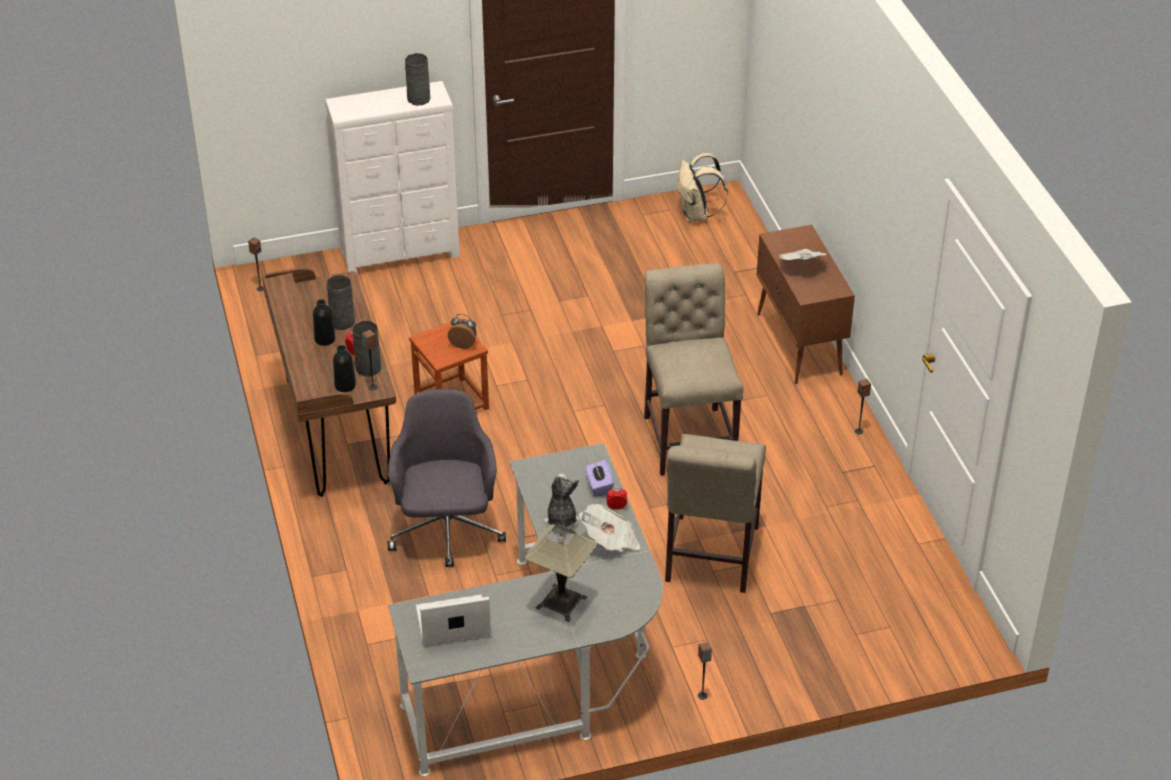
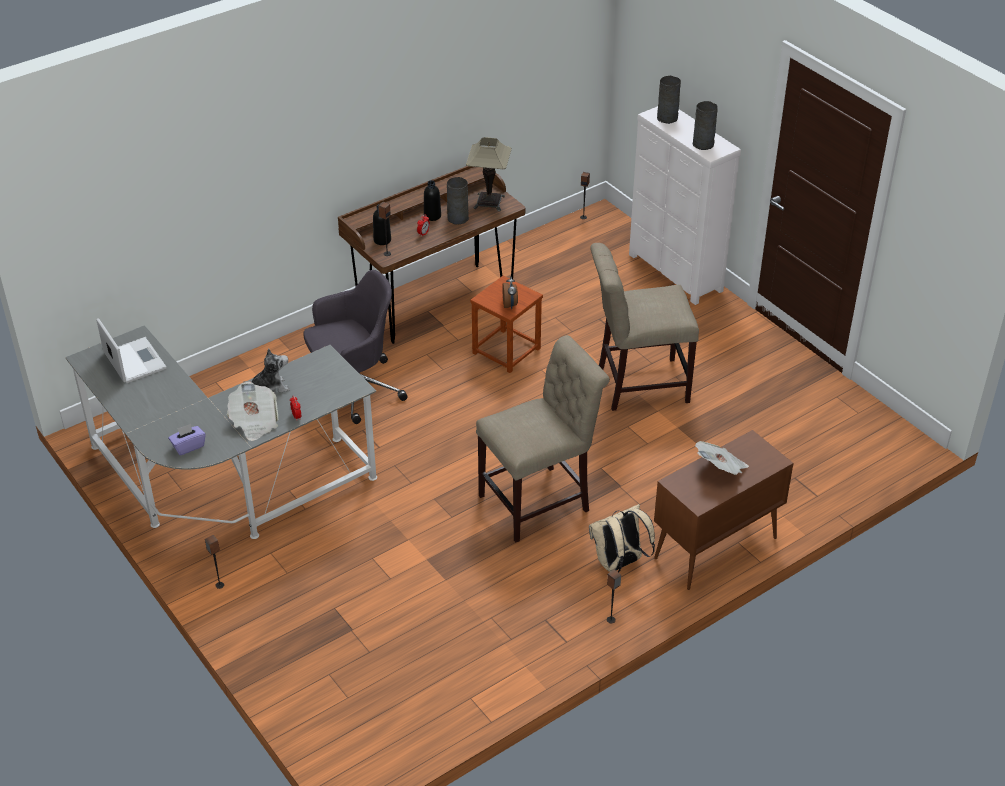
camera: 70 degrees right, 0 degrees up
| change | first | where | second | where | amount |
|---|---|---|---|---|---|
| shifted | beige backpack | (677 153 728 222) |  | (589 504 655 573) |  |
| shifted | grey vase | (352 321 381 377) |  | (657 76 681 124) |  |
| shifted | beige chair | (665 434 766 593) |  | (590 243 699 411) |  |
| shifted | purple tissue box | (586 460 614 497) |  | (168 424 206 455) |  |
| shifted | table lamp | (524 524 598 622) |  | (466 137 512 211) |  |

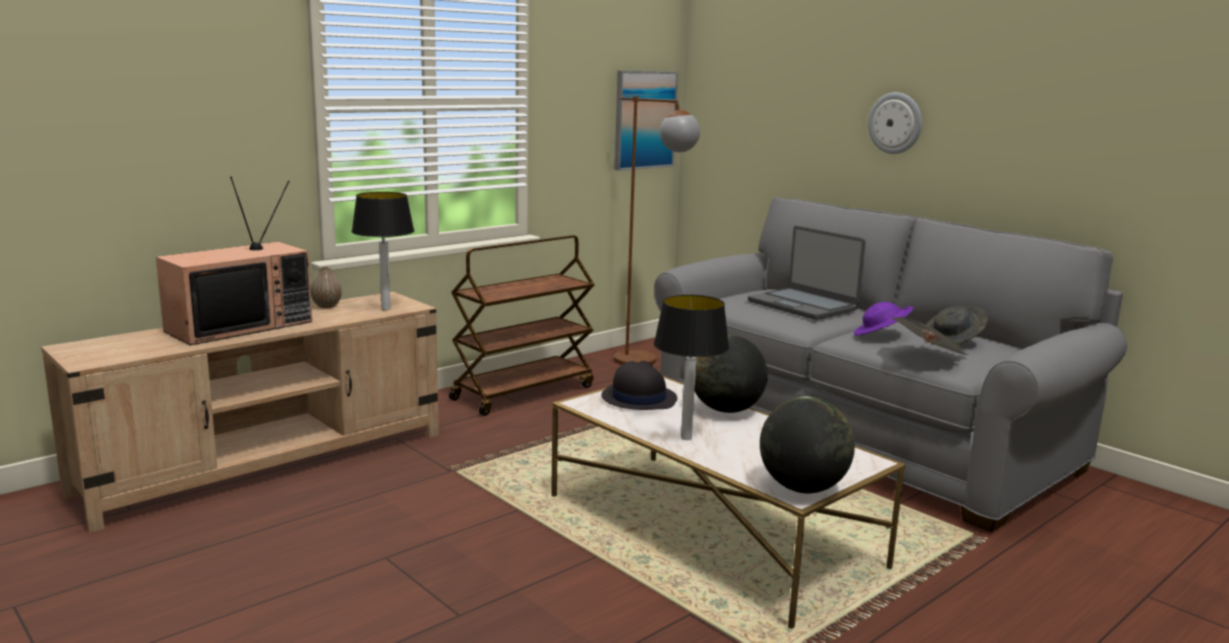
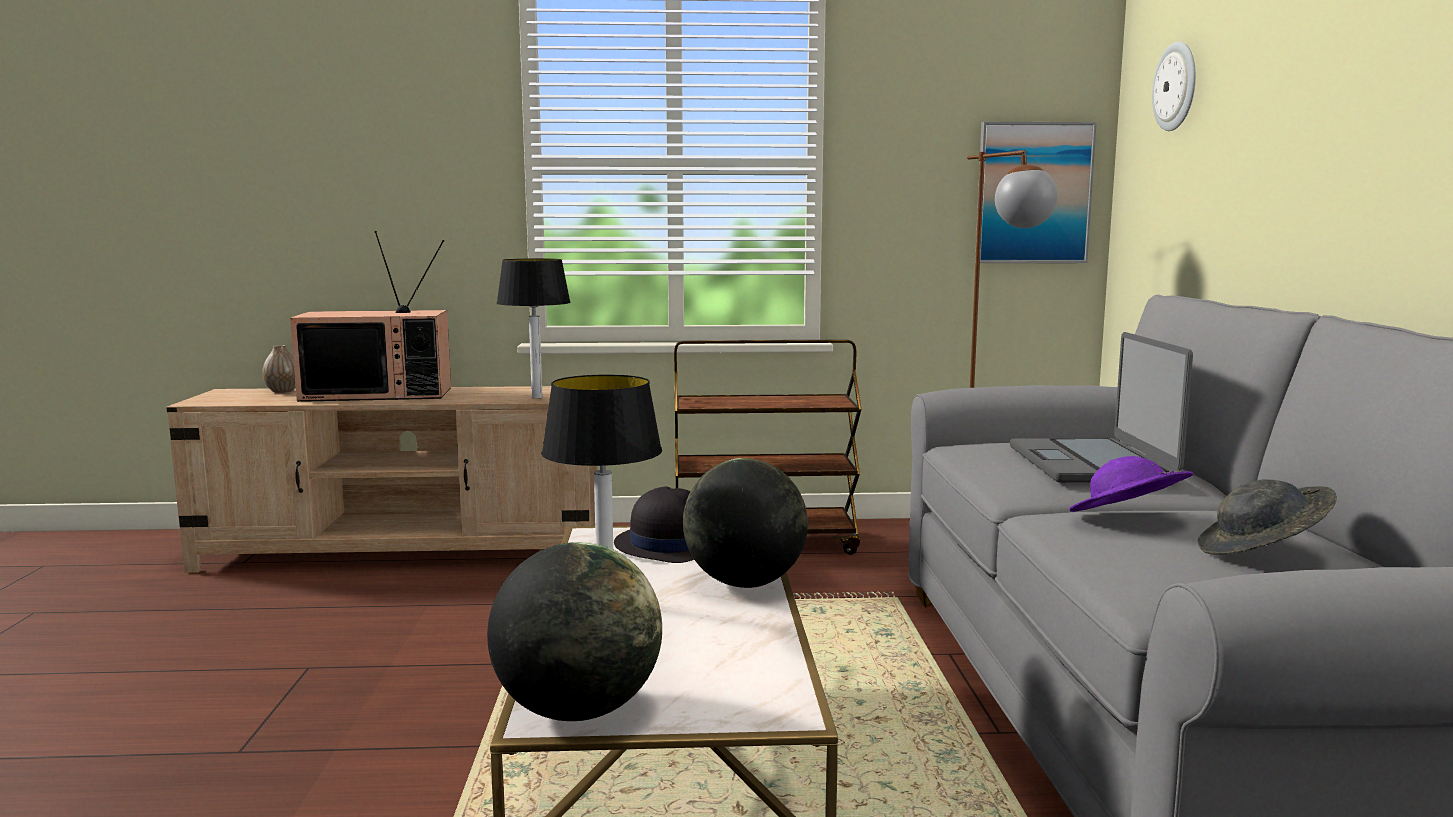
camera: 40 degrees right, 5 degrees down
| change | first | where | second | where | amount |
|---|---|---|---|---|---|
| shifted | wall clock | (868 92 922 154) |  | (1152 42 1196 131) |  |
| shifted | vase | (310 267 342 308) |  | (263 345 296 393) |  |
| gone | newspaper | (892 317 968 355) |  |  |  |

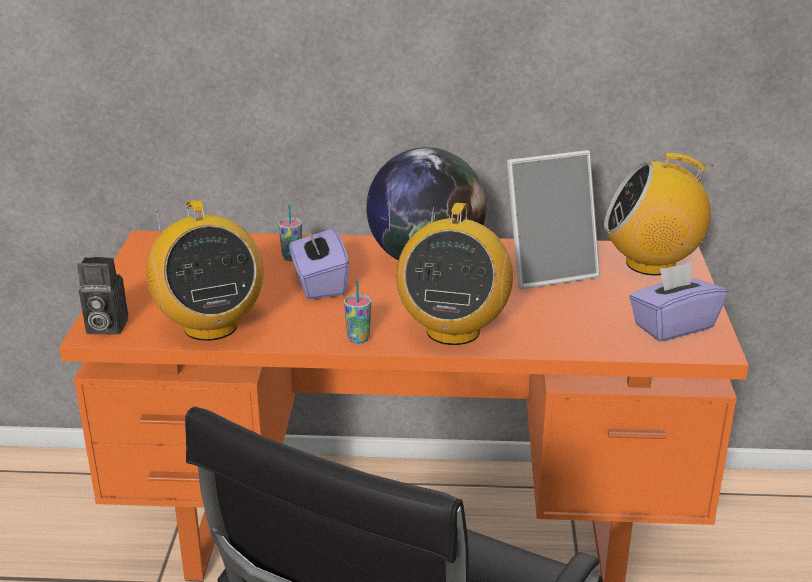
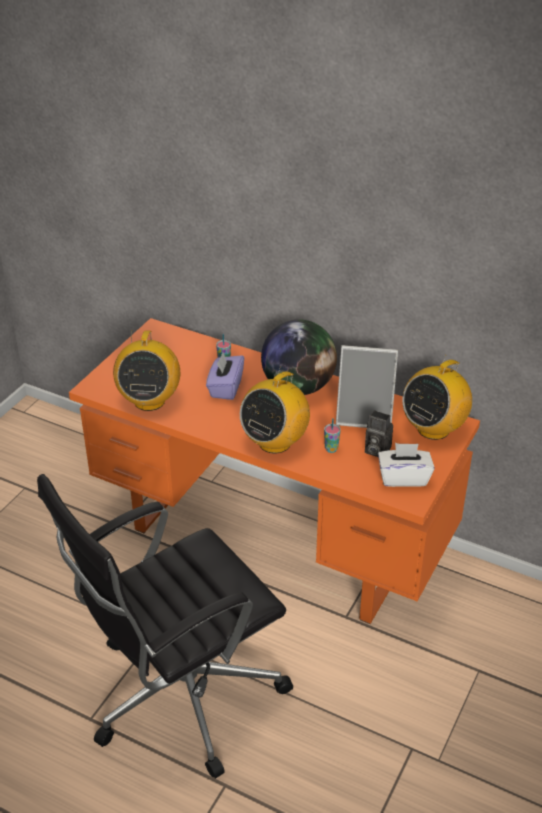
camera: 25 degrees right, 10 degrees up
| change | first | where | second | where | amount |
|---|---|---|---|---|---|
| rotated | radio | (604 153 713 276) |  | (402 356 472 440) | 75 degrees counterclockwise |
| shifted | photo camera | (77 257 128 335) |  | (365 410 393 457) |  |
| repainted | purple tissue box | (629 262 728 342) | white tissue box | (378 443 434 487) |  |
| shifted | cup | (344 280 371 344) |  | (324 418 341 453) |  |

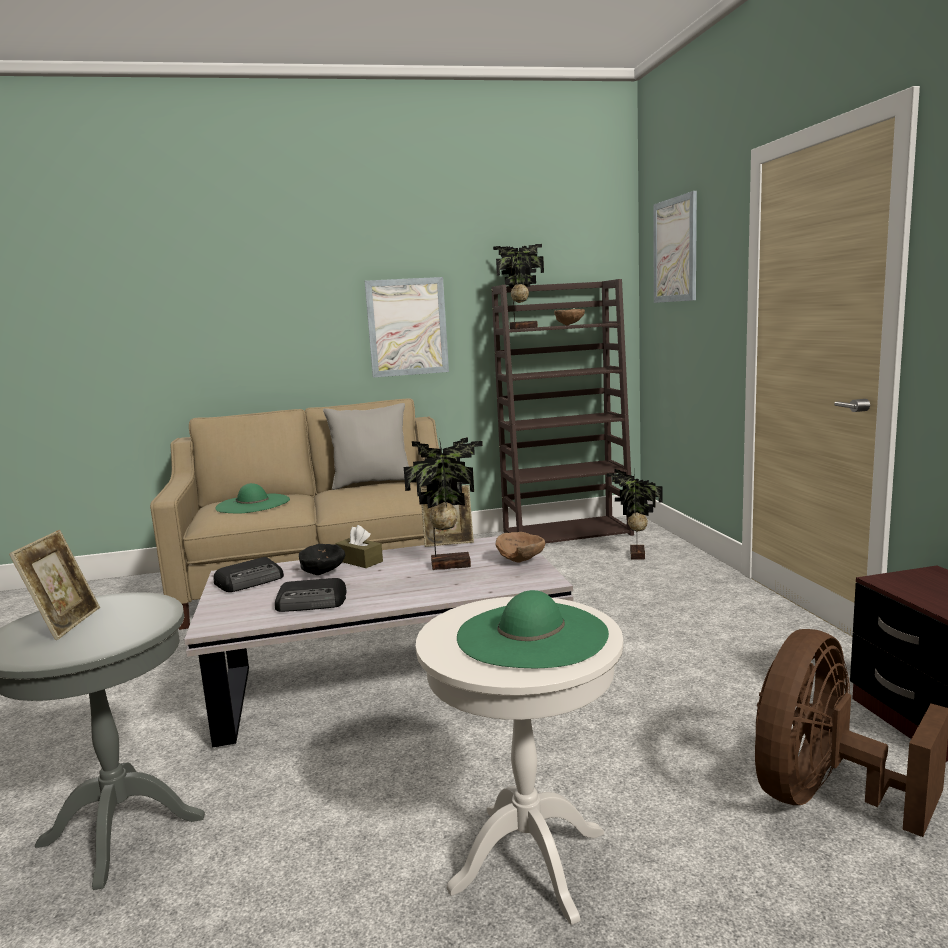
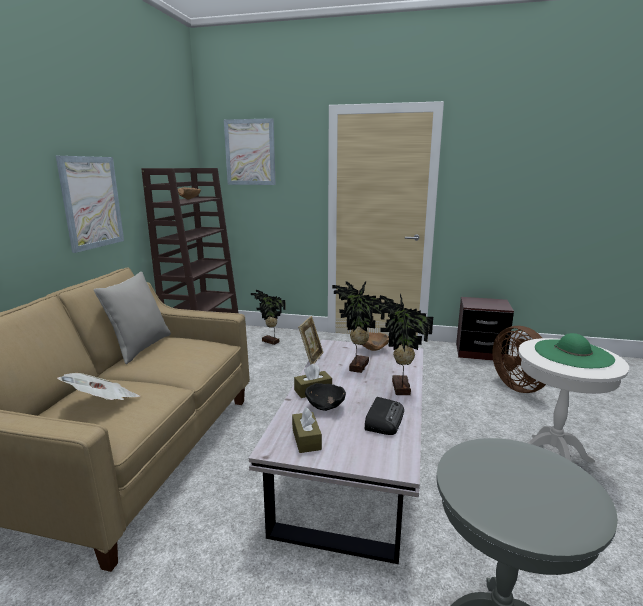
camera: 65 degrees left, 5 degrees up
| change | first | where | second | where | amount |
|---|---|---|---|---|---|
| shifted | potted plant | (493 244 544 329) |  | (373 294 433 395) |  |
| swapped | green hat | (215 483 290 514) | newspaper | (57 373 141 400) |  |
| gone | picture frame | (9 530 100 640) |  |  |  |
| swapped | radio | (214 557 284 592) | brown tissue box | (292 407 322 453) |  |

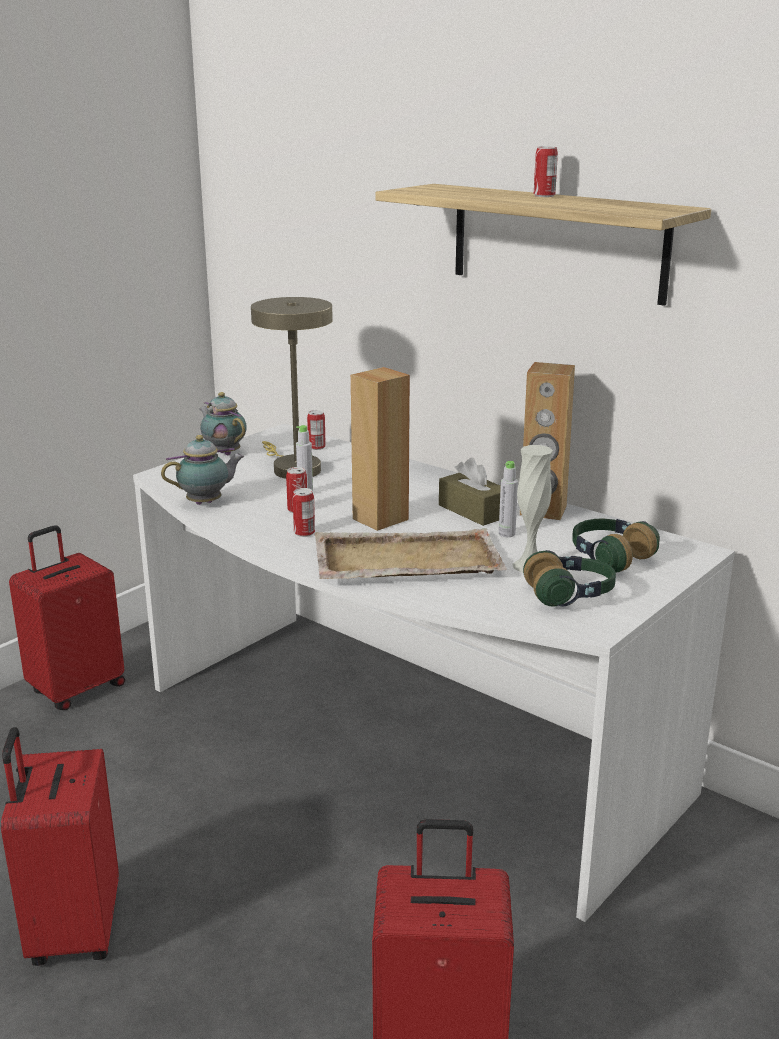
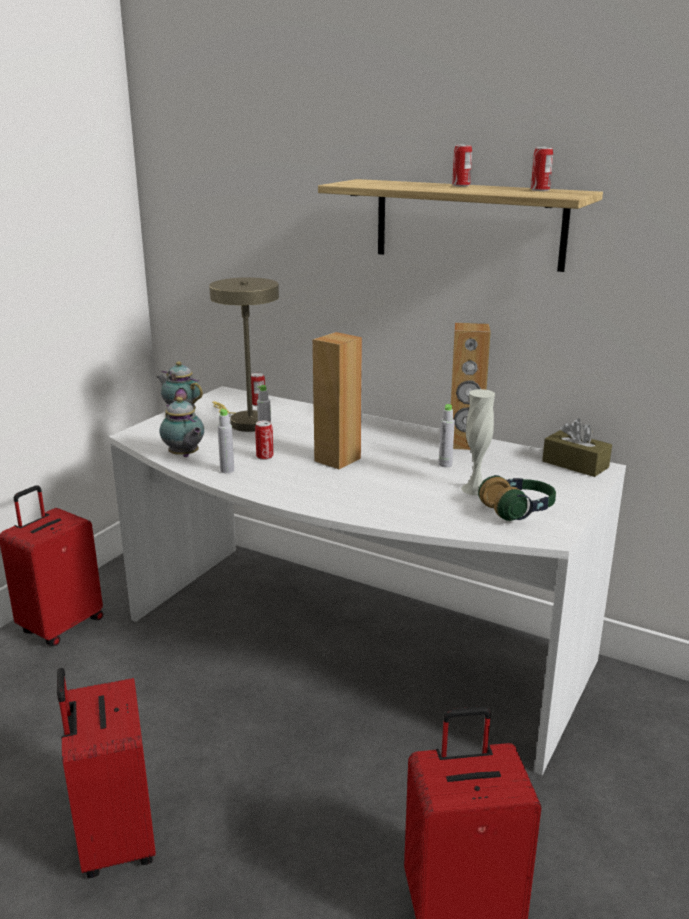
camera: 10 degrees left, 0 degrees up
| change | first | where | second | where | amount |
|---|---|---|---|---|---|
| rotated | teapot | (161 435 244 505) |  | (160 397 204 457) | 90 degrees clockwise |
| shifted | brown tissue box | (439 457 501 526) |  | (542 419 612 477) |  |
| shifted | can | (293 488 315 537) |  | (531 146 553 191) |  |
| gone | headphones | (572 518 660 573) |  |  |  |
| gone | beige tray | (315 528 507 579) |  |  |  |
| new |  |  | grey bottle | (217 408 234 473) |  |

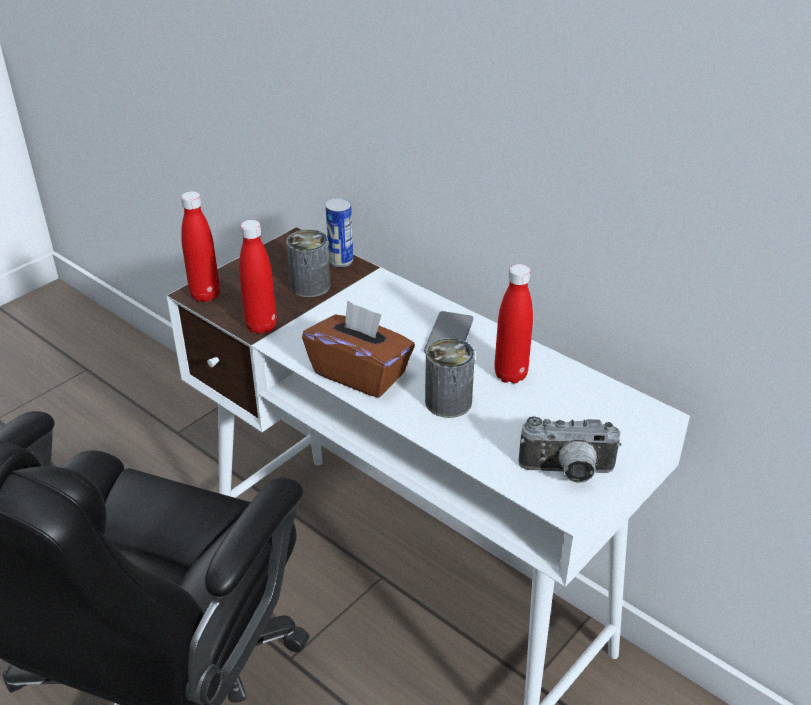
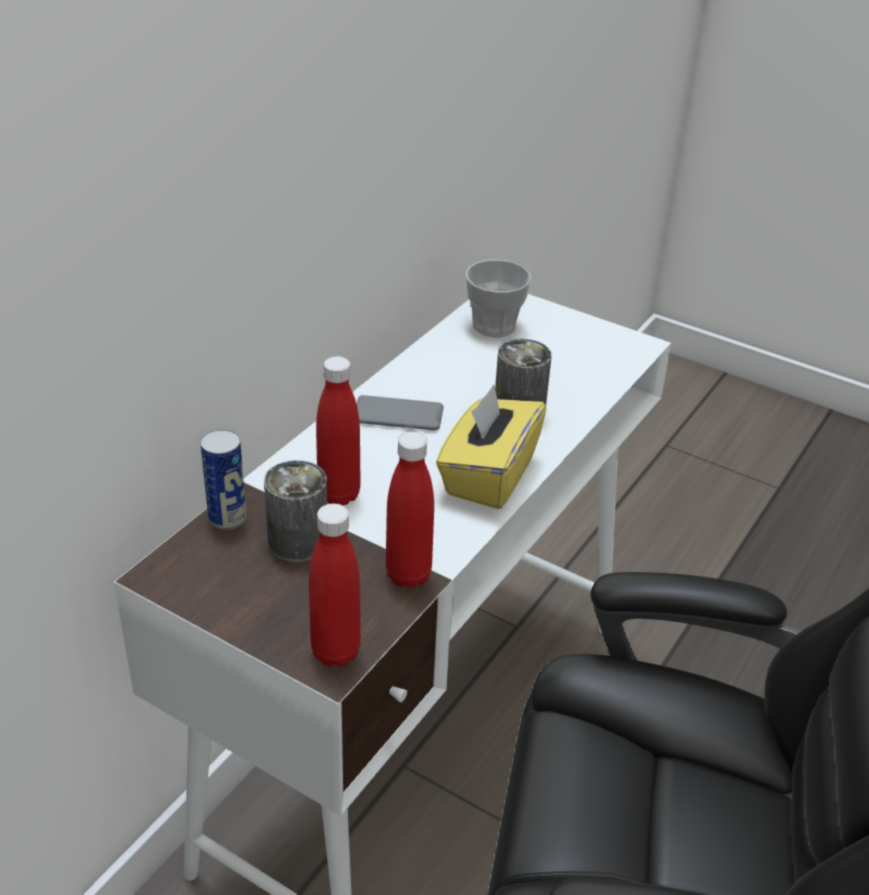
camera: 100 degrees left, 0 degrees up
| change | first | where | second | where | amount |
|---|---|---|---|---|---|
| shifted | red bottle | (494 264 533 384) |  | (316 356 361 506) |  |
| repainted | brown tissue box | (302 300 415 398) | yellow tissue box | (436 384 546 509) |  |
| gone | photo camera | (518 416 621 483) |  |  |  |
| new |  |  | cup | (465 260 531 337) |  |

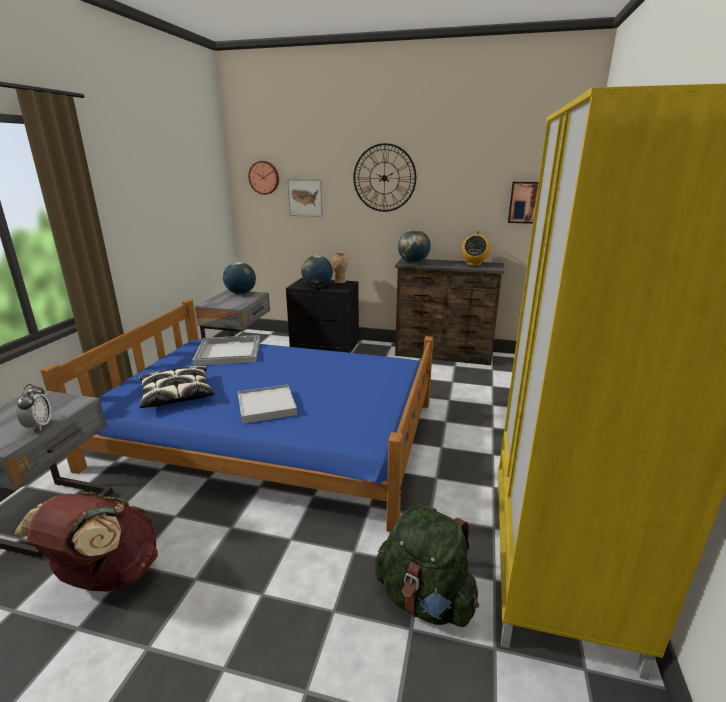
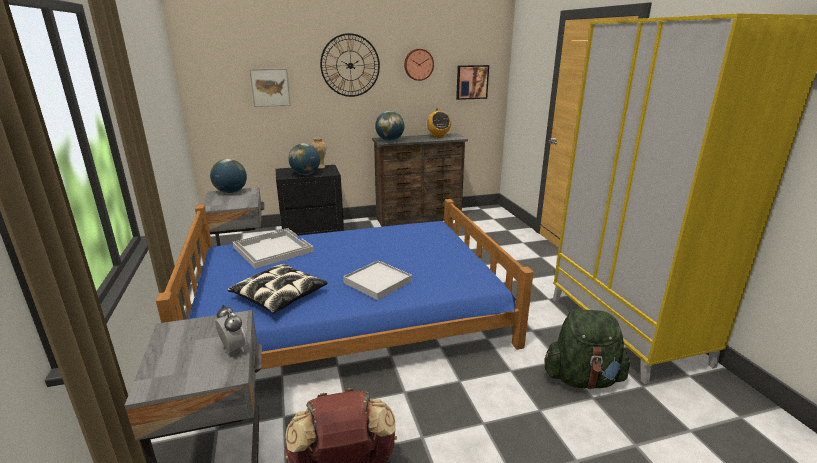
camera: 30 degrees left, 0 degrees up
| change | first | where | second | where | amount |
|---|---|---|---|---|---|
| shifted | wall clock | (248 161 279 195) |  | (404 49 434 81) |  |

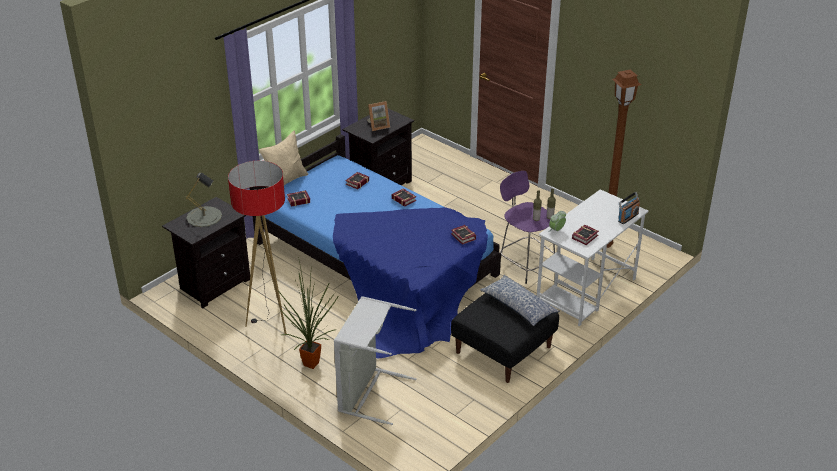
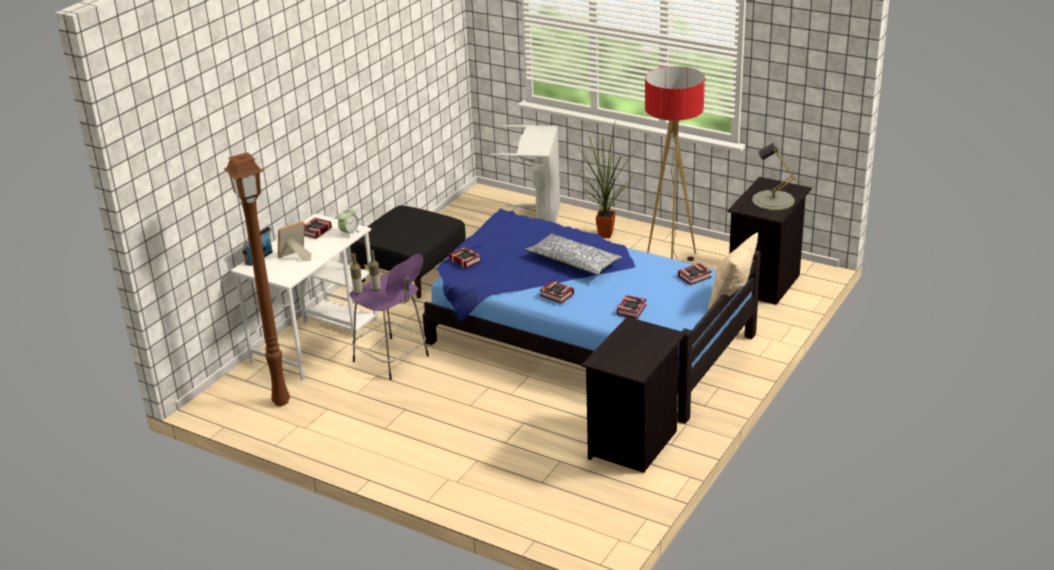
camera: 170 degrees right, 5 degrees down
| change | first | where | second | where | amount |
|---|---|---|---|---|---|
| shifted | picture frame | (367 101 390 131) |  | (278 221 311 261) |  |
| shifted | pillow | (480 275 560 326) |  | (525 234 622 276) |  |

